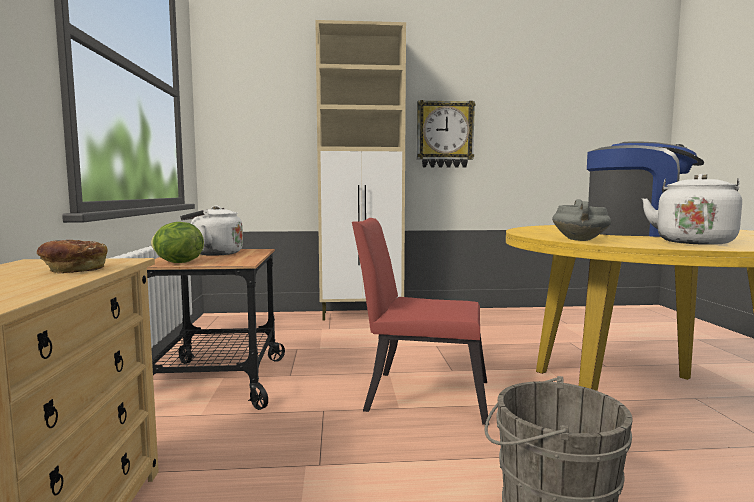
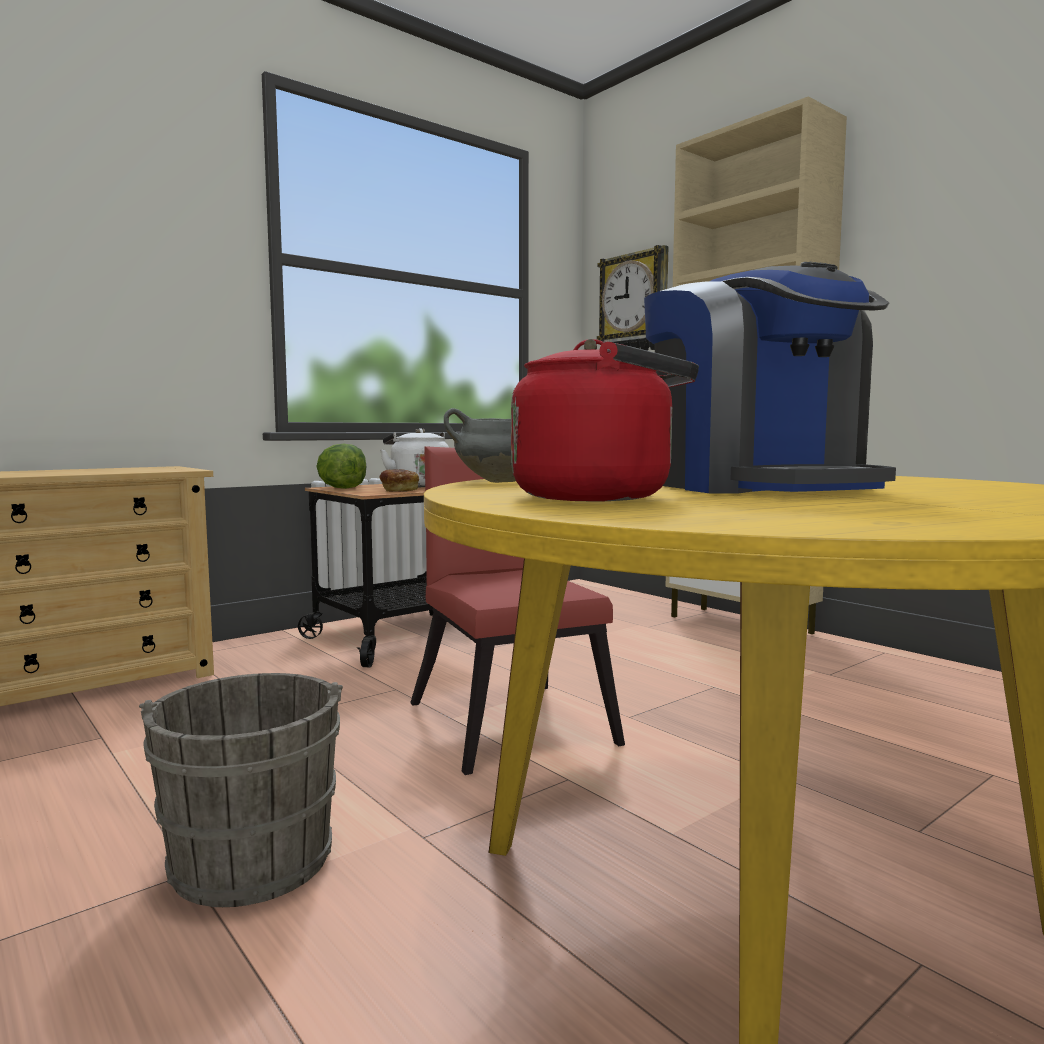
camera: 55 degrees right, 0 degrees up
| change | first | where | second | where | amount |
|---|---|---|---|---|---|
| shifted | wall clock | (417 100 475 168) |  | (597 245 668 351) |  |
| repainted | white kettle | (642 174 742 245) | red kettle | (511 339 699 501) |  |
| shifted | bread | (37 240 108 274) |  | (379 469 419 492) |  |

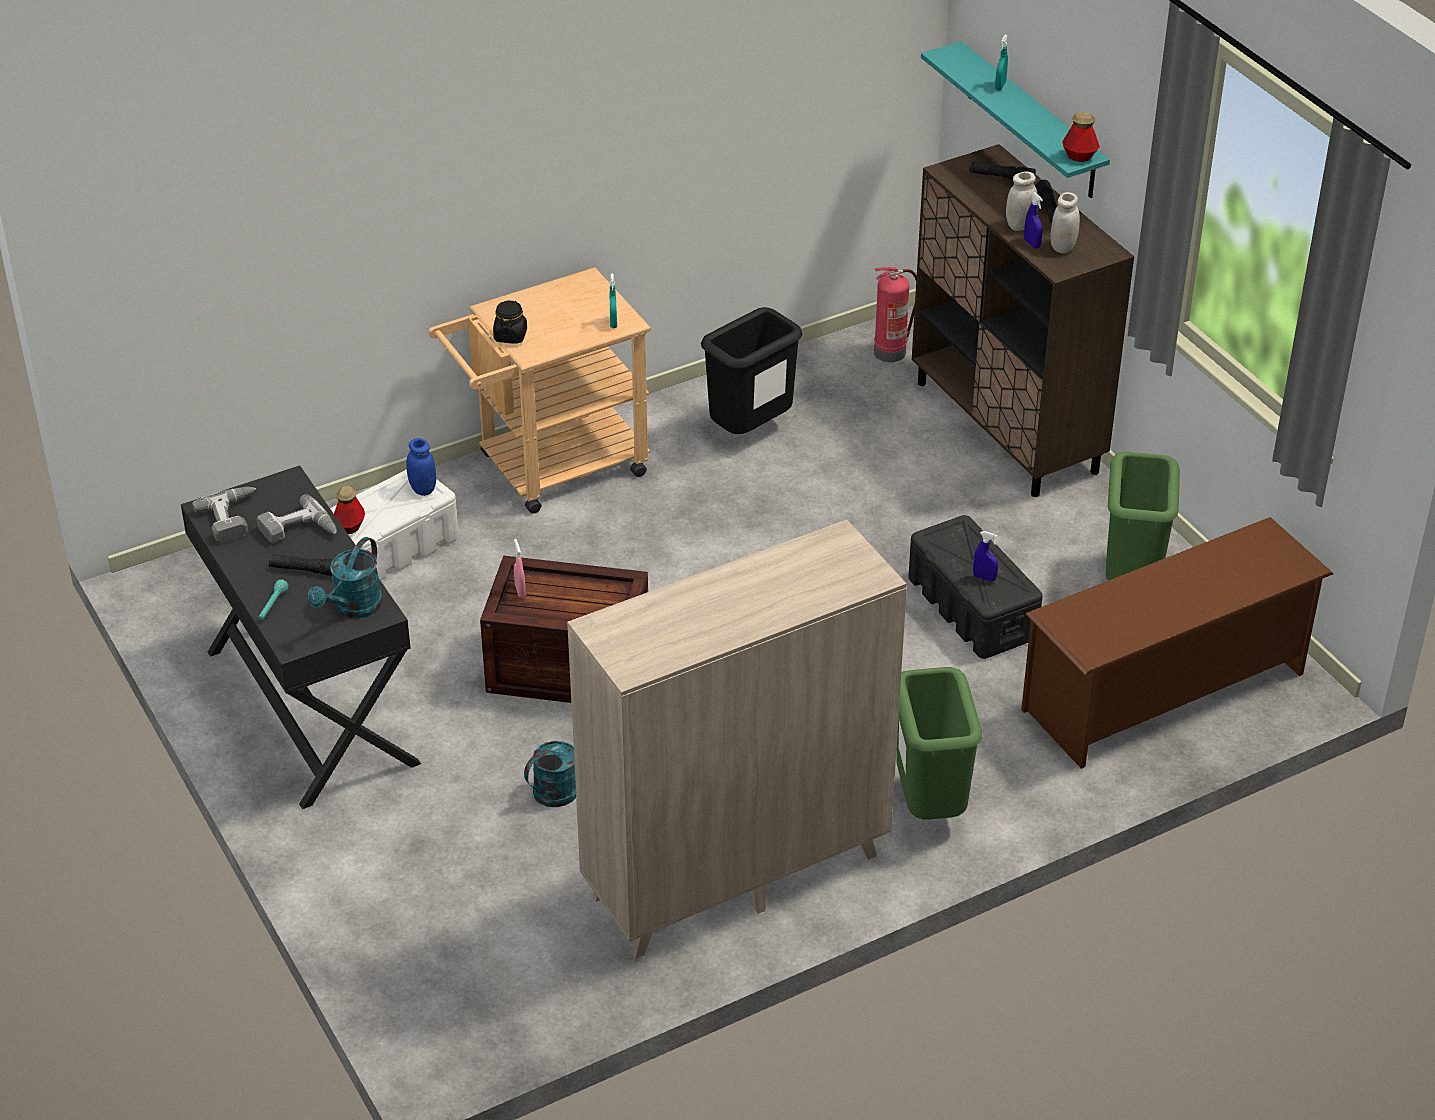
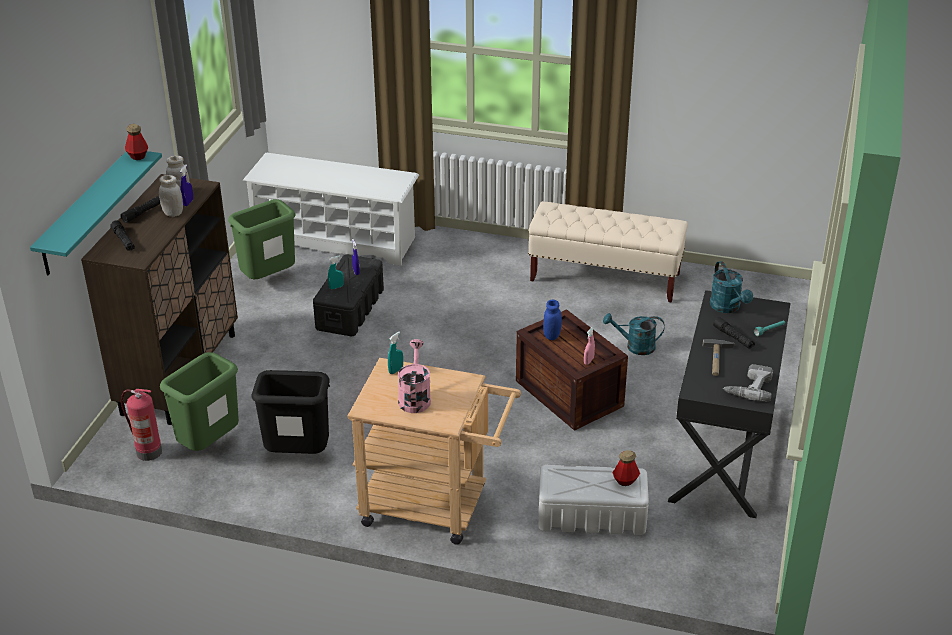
camera: 135 degrees left, 5 degrees down
| change | first | where | second | where | amount |
|---|---|---|---|---|---|
| shifted | turquoise spray bottle | (995 35 1008 91) |  | (328 255 344 289) |  |
| gone | black jar | (493 300 527 344) |  |  |  |
| shifted | blue jar | (406 438 436 496) |  | (543 300 562 340) |  |
| swapped | power drill | (257 494 337 543) | hammer | (703 339 734 376) |  |
| repainted | brown shoe rack | (1021 517 1333 769) | white shoe rack | (243 153 419 266) |  |
| swapped | beige cabinet | (567 519 907 959) | beige bench | (528 201 688 303) |  |
| rotated | turquoise watering can | (308 537 383 619) |  | (710 261 753 313) | 90 degrees clockwise |
| shifted | green trash can | (897 667 983 820) |  | (160 352 239 451) |  |
| new |  |  | pink watering can | (398 339 431 413) |  |

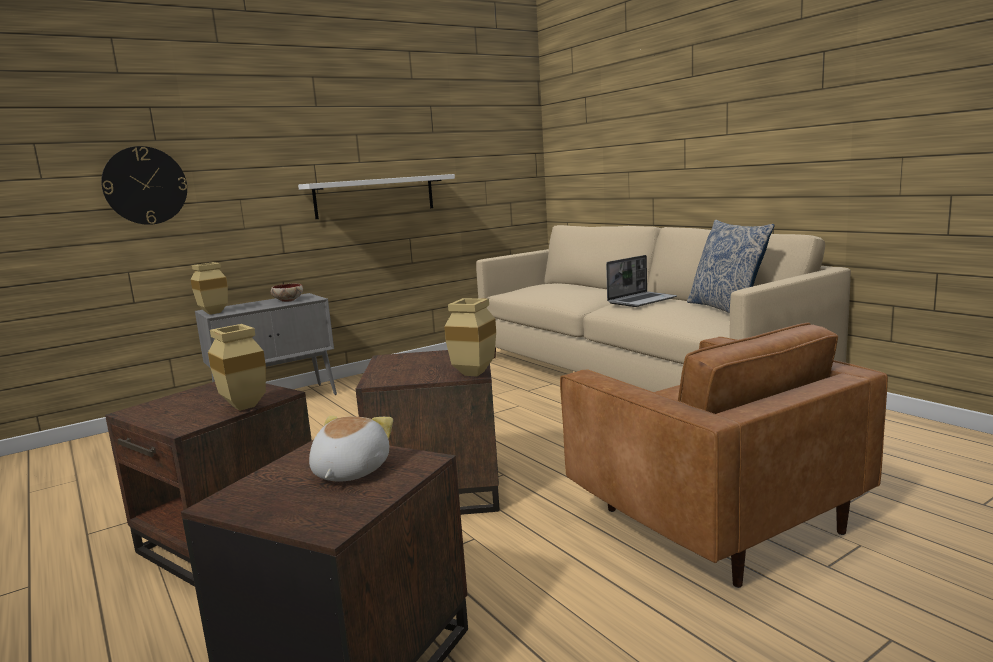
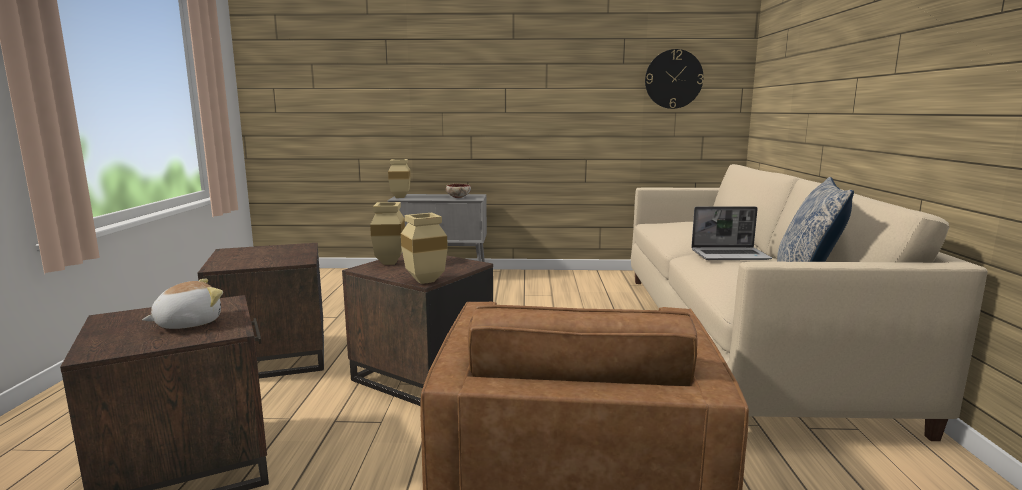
camera: 35 degrees right, 0 degrees up
| change | first | where | second | where | amount |
|---|---|---|---|---|---|
| shifted | wall clock | (101 146 187 225) |  | (645 49 703 109) |  |
| gone | white shelf | (298 174 455 219) |  |  |  |
| shifted | beige vase | (208 324 266 411) |  | (370 202 405 265) |  |

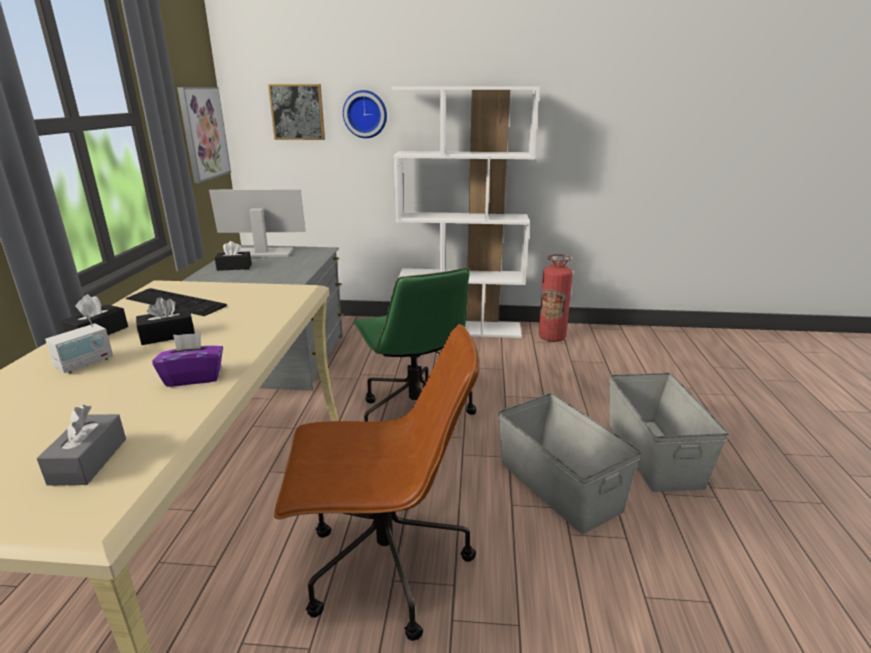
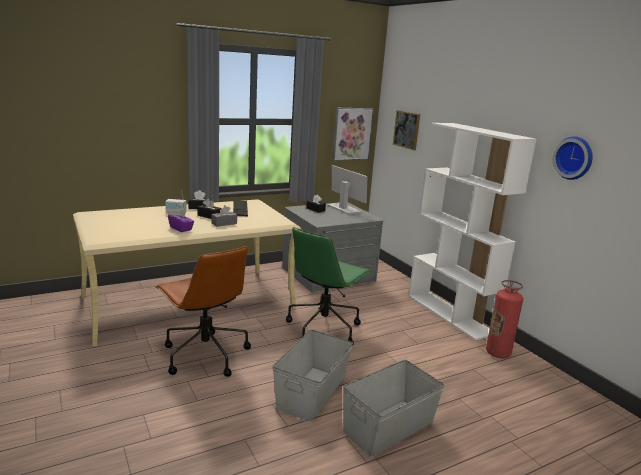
camera: 55 degrees right, 5 degrees down
| change | first | where | second | where | amount |
|---|---|---|---|---|---|
| shifted | wall clock | (343 90 387 138) |  | (553 136 593 180) |  |
| shifted | grey tissue box | (37 405 126 486) |  | (211 205 237 227) |  |

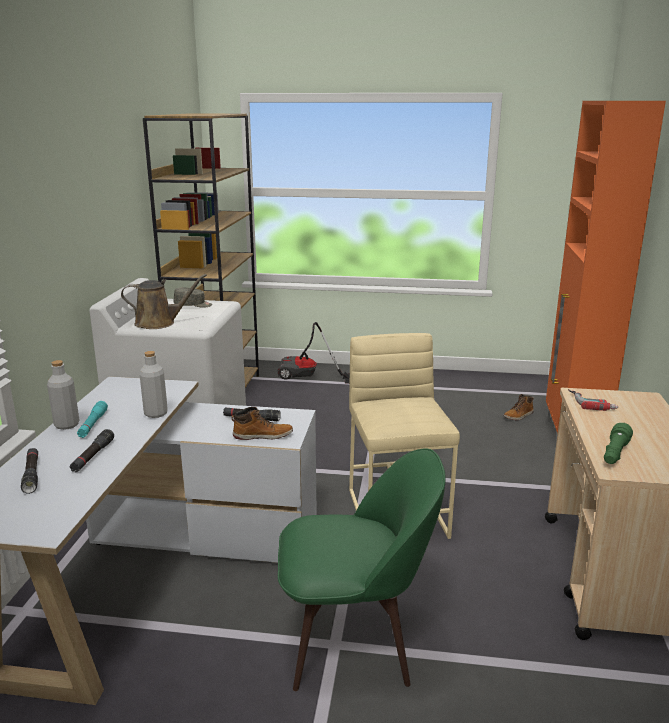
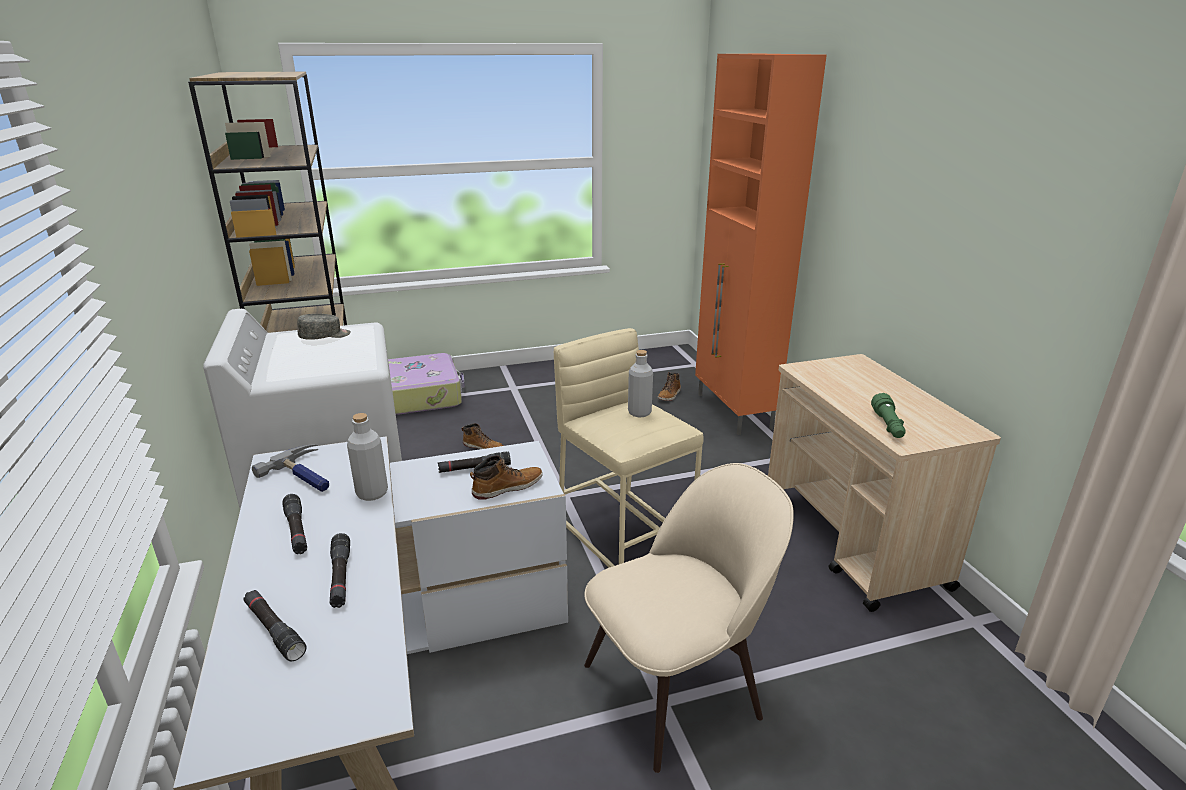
camera: 25 degrees left, 5 degrees up
| change | first | where | second | where | amount |
|---|---|---|---|---|---|
| gone | brown watering can | (121 274 207 329) |  |  |  |
| swapped | vacuum cleaner | (278 322 350 384) | suitcase | (388 353 465 415) |  |
| shifted | grey bottle | (47 360 79 430) |  | (628 350 653 417) |  |
| gone | power drill | (568 389 618 411) |  |  |  |
| repainted | turquoise flashlight | (77 401 108 438) | black flashlight | (282 494 307 554) |  |
| repainted | green chair | (278 448 446 691) | beige chair | (584 463 794 773) |  |
| new |  |  | boot | (462 423 504 449) |  |
| new |  |  | hammer | (252 444 329 492) |  |

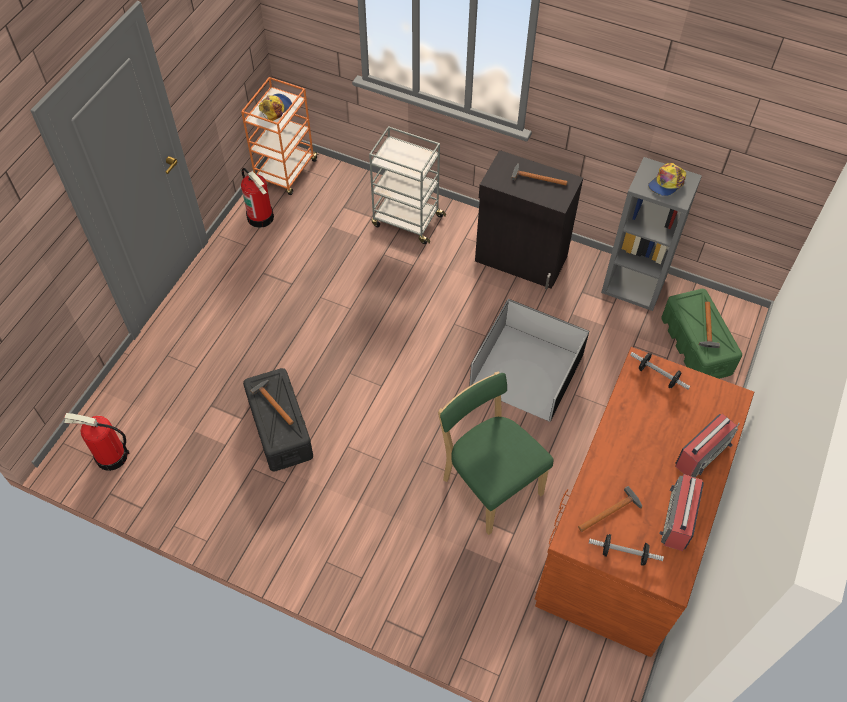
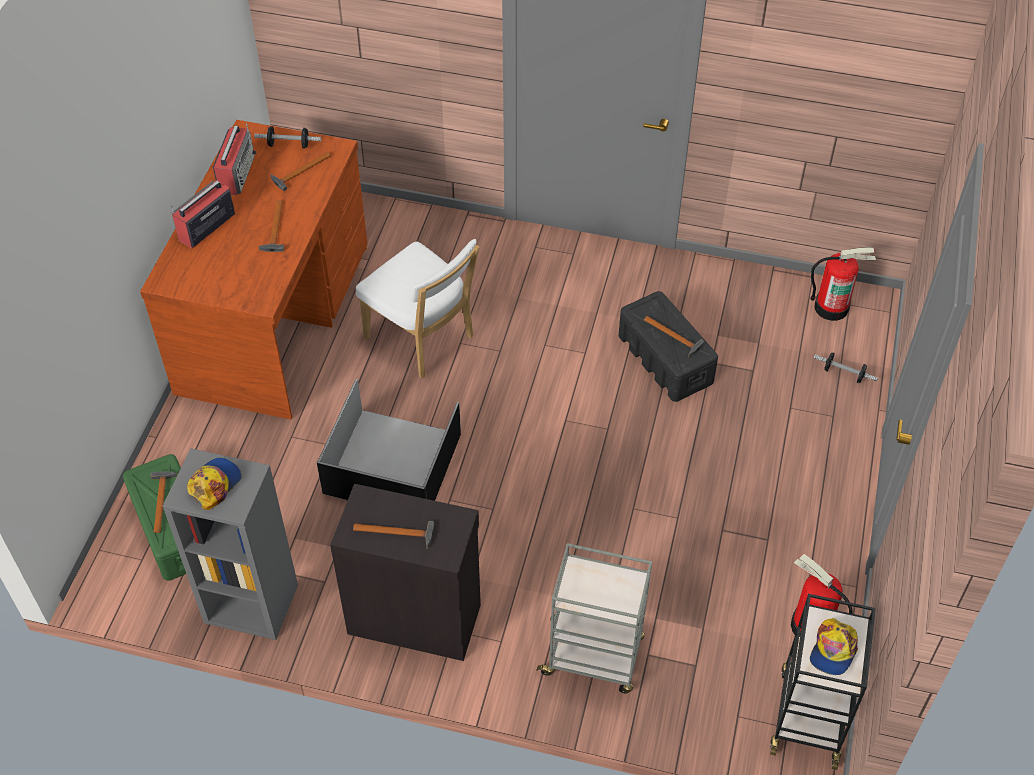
camera: 170 degrees right, 5 degrees down
| change | first | where | second | where | amount |
|---|---|---|---|---|---|
| repainted | orange cart | (241 77 319 195) | black cart | (770 594 876 770) |  |
| shifted | dumbbell | (630 352 690 390) |  | (814 353 878 383) |  |
| repainted | green chair | (438 371 553 535) | white chair | (356 239 480 378) |  |
| new |  |  | hammer | (258 200 285 252) |  |

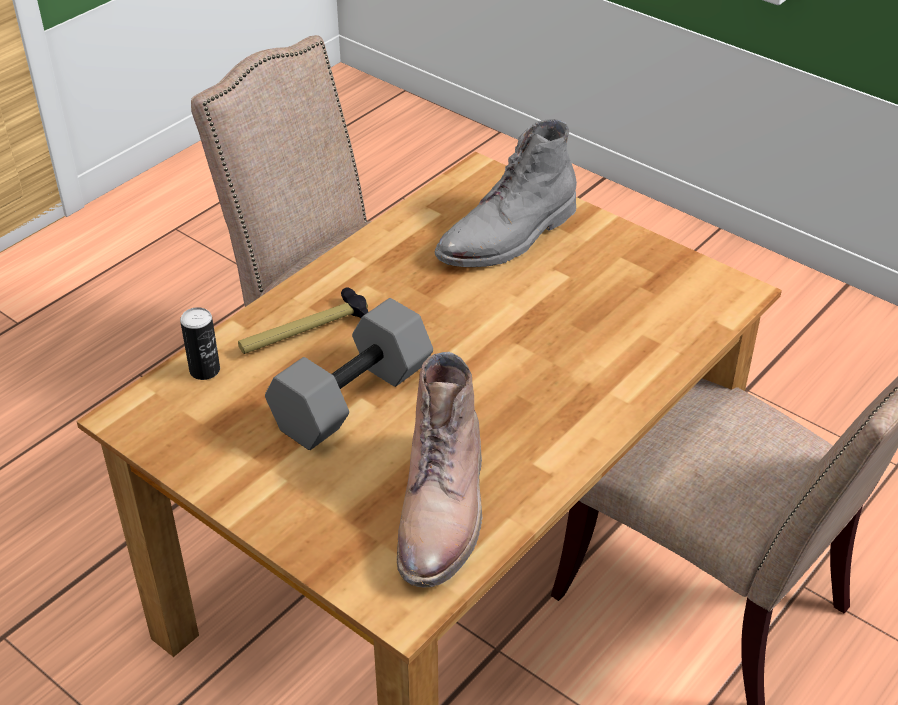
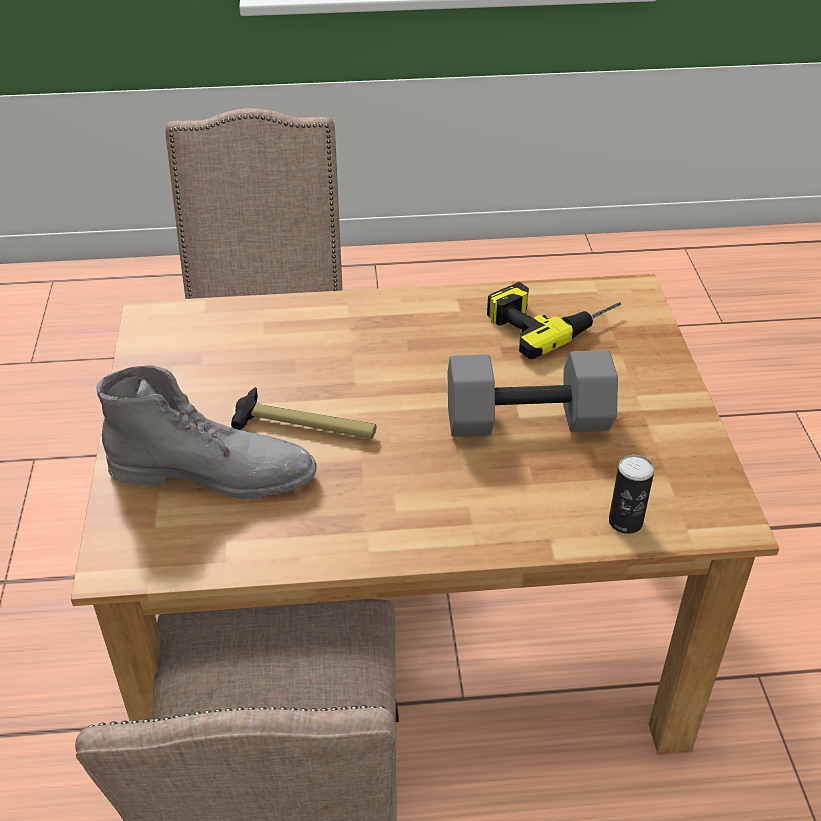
camera: 135 degrees left, 0 degrees up
| change | first | where | second | where | amount |
|---|---|---|---|---|---|
| shifted | hammer | (238 287 368 354) |  | (231 387 376 439) |  |
| swapped | brown boot | (397 352 482 587) | power drill | (487 282 621 359) |  |

